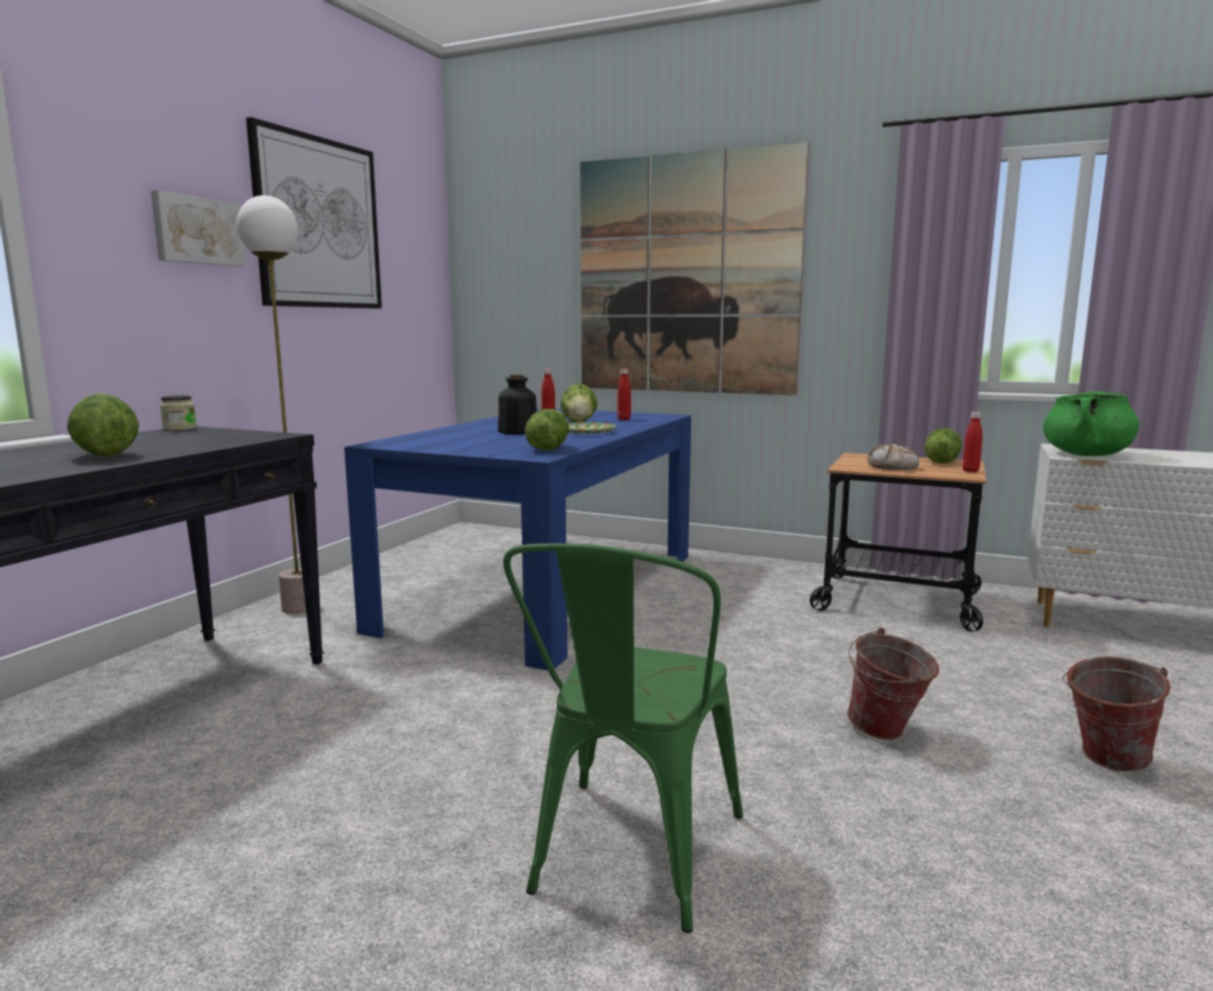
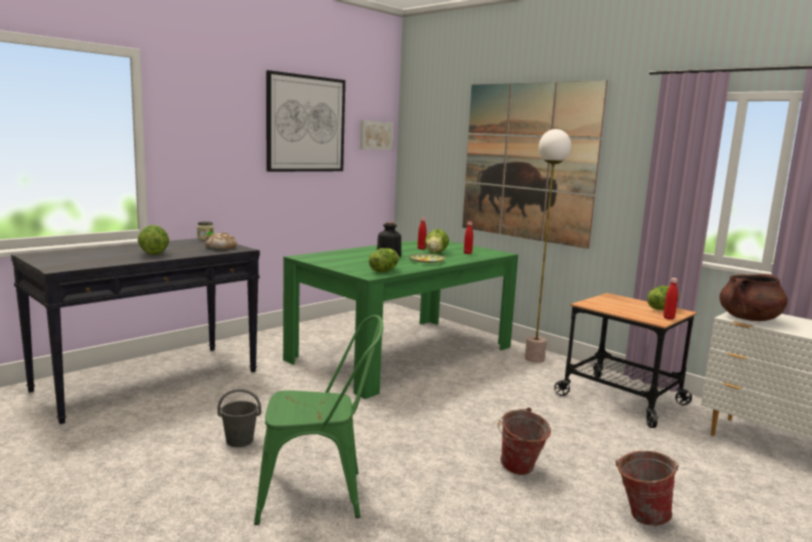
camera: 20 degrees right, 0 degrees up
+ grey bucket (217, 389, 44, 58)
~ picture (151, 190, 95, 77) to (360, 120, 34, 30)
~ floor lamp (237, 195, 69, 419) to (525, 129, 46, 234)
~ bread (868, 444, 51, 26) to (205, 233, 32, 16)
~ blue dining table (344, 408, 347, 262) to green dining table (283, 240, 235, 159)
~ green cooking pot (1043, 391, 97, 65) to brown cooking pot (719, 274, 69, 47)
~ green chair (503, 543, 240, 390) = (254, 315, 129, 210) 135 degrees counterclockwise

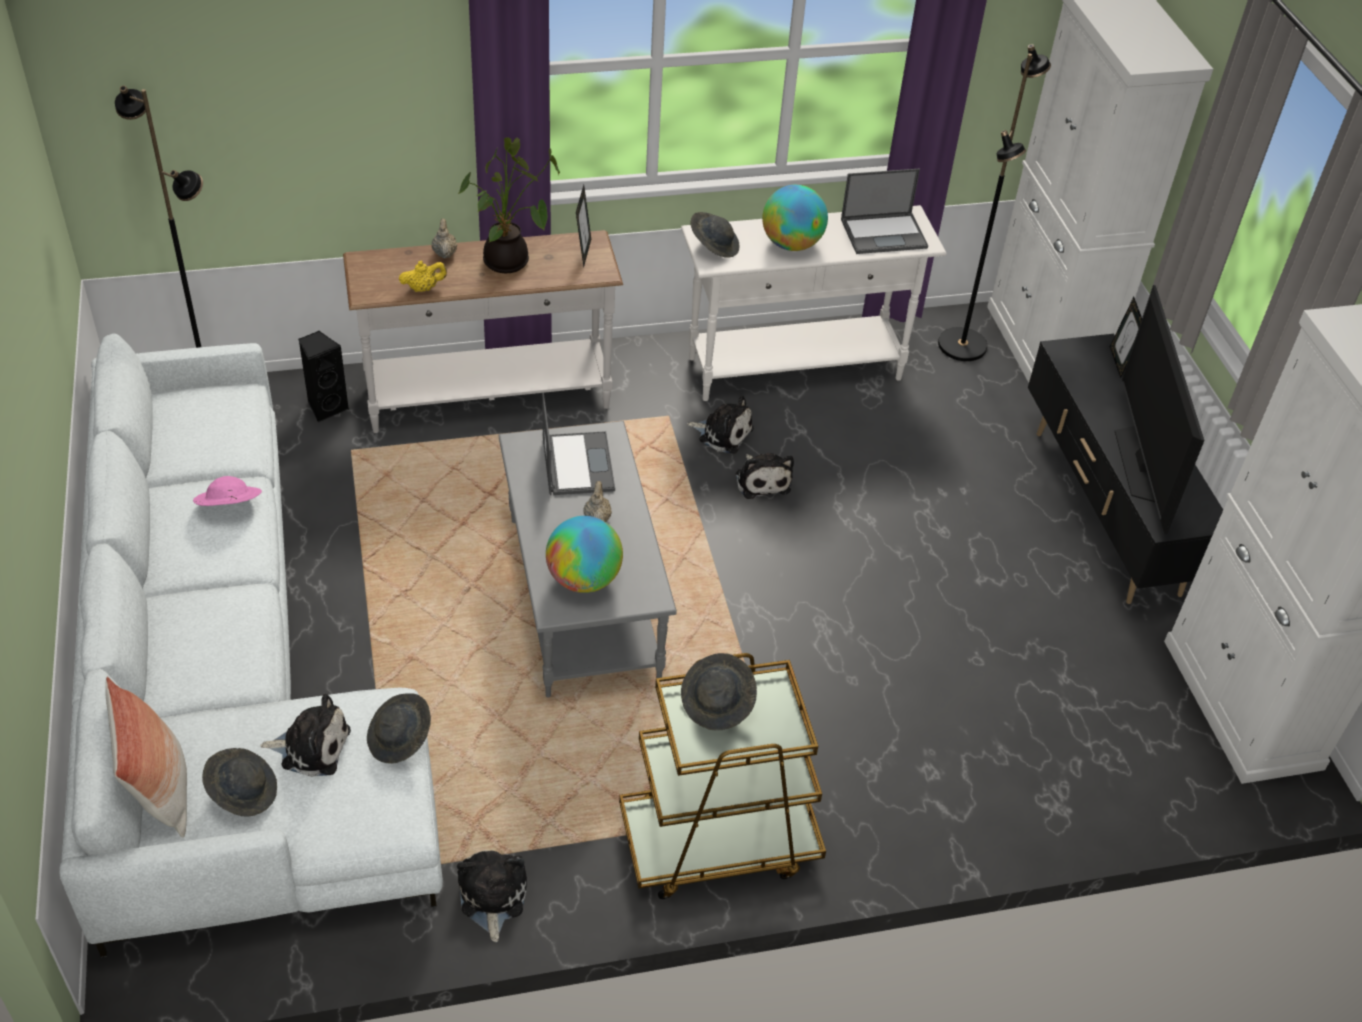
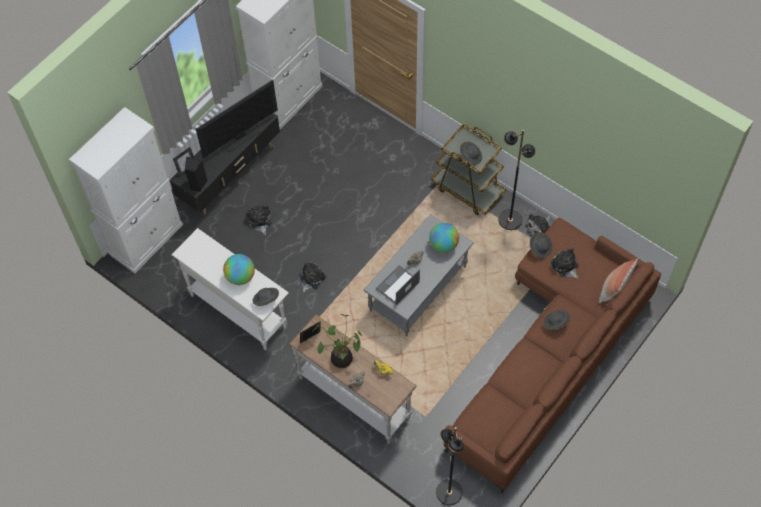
camera: 125 degrees left, 15 degrees up
- pink hat (193, 476, 69, 30)
- laptop (841, 169, 87, 85)
~ grey hat (202, 748, 75, 69) to (543, 310, 27, 20)
~ black speaker (298, 330, 51, 92) to (185, 156, 22, 36)
~ plush toy (687, 396, 66, 58) to (246, 205, 26, 30)
~ black floor lamp (938, 44, 113, 317) to (498, 130, 37, 100)
~ white sofa (59, 333, 384, 624) to brown sofa (444, 217, 217, 276)

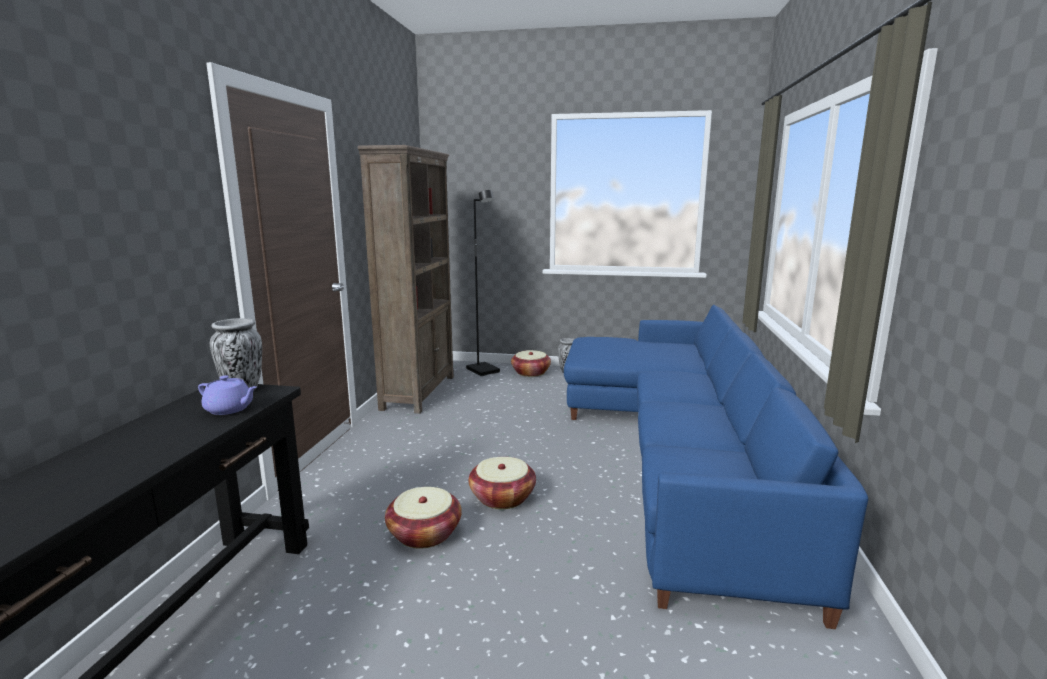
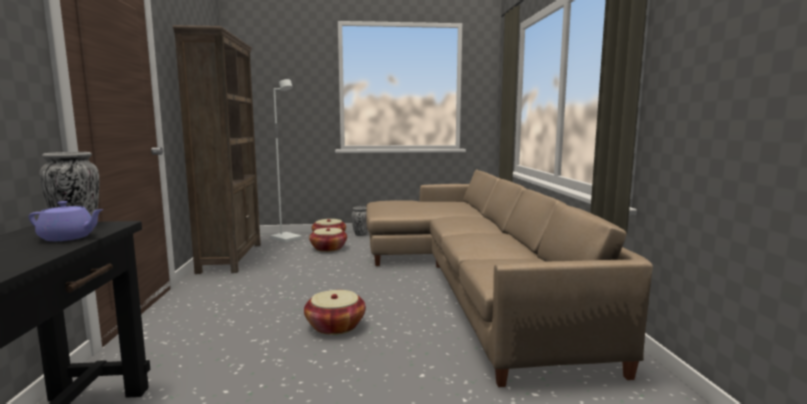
camera: 15 degrees left, 5 degrees down
~ basket (385, 487, 77, 62) to (309, 228, 38, 24)
~ black floor lamp (466, 190, 34, 186) to white floor lamp (270, 79, 32, 164)
~ blue sofa (564, 305, 304, 324) to beige sofa (366, 169, 287, 218)

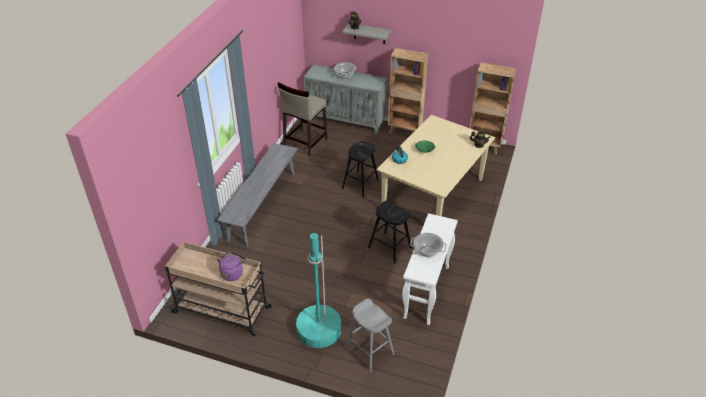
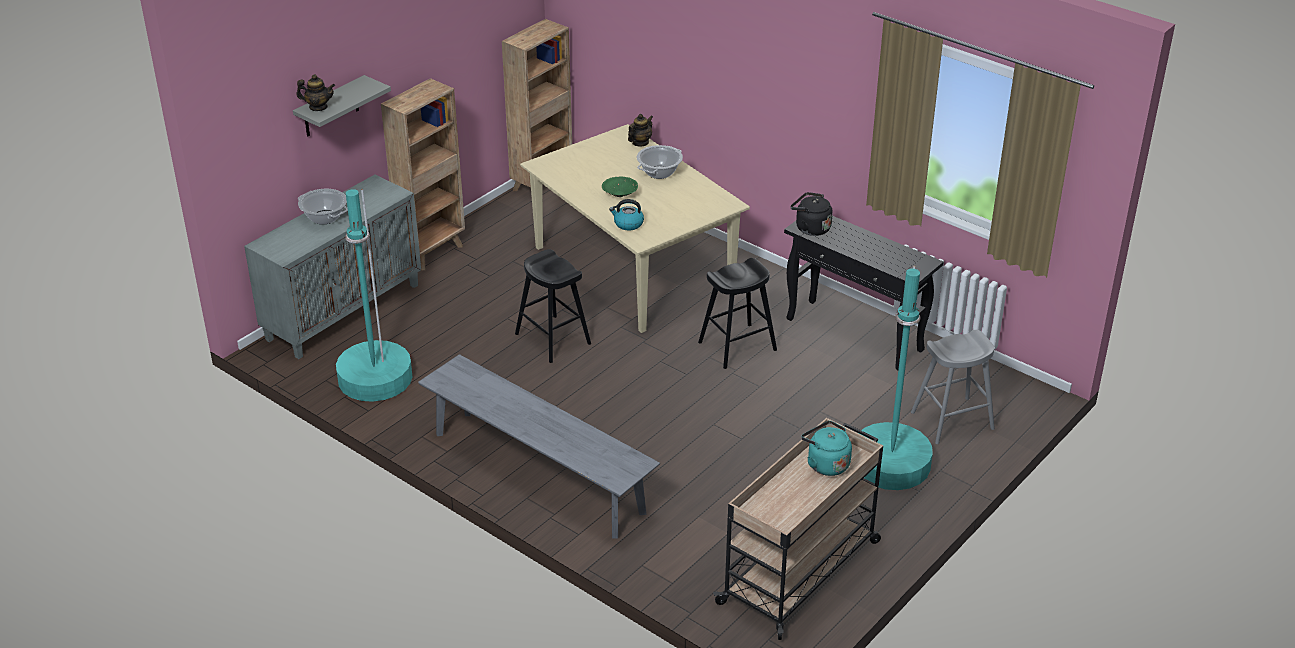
camera: 70 degrees left, 5 degrees down
+ black kettle (791, 192, 42, 44)
~ cooking pot (410, 233, 37, 24) to (637, 145, 46, 34)
~ beige stool (277, 82, 51, 75) to turquoise floor lamp (336, 189, 77, 213)
~ purple kettle (217, 251, 29, 30) to turquoise kettle (801, 421, 51, 55)
~ white console table (402, 213, 56, 112) to black console table (784, 216, 159, 154)

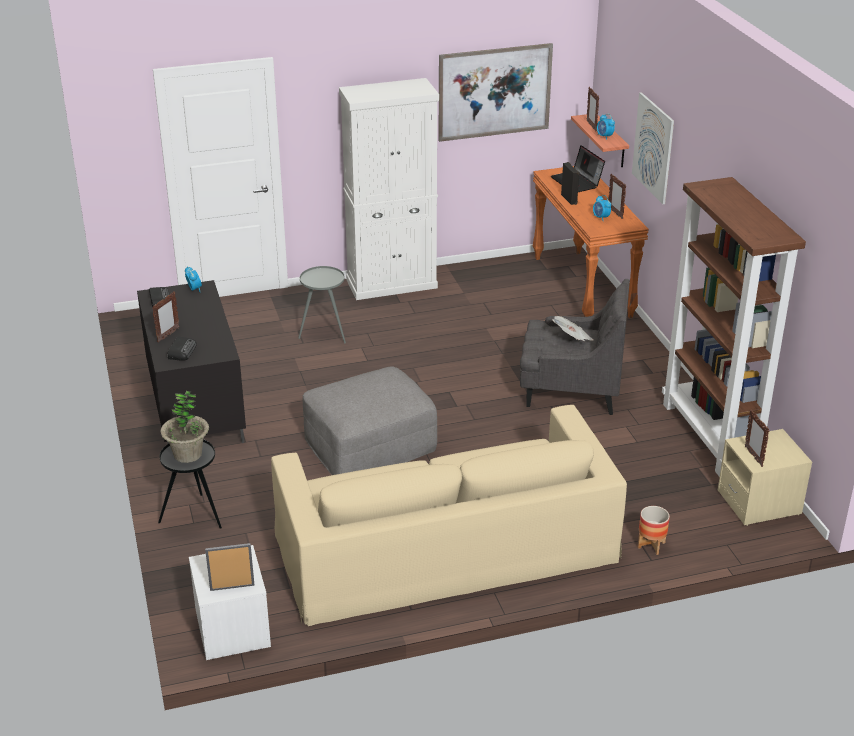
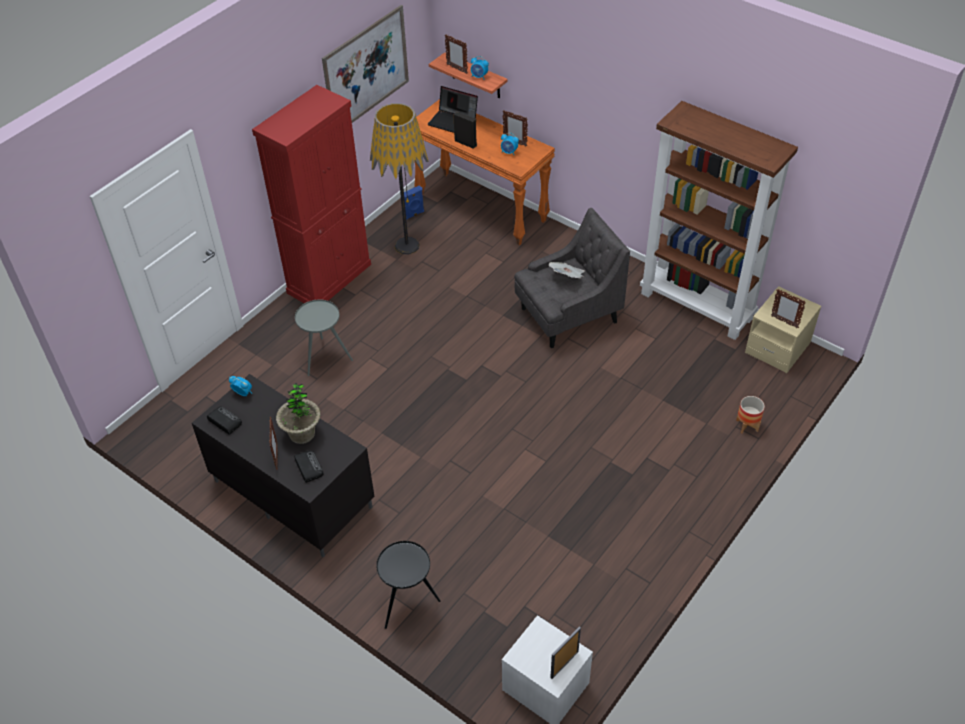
camera: 35 degrees left, 15 degrees up
- beige sofa (271, 405, 356, 221)
- grey ottoman (303, 366, 134, 109)
- picture (632, 92, 42, 112)
+ floor lamp (370, 103, 59, 151)
+ blue speaker (404, 185, 20, 35)
~ potted plant (160, 391, 49, 72) to (276, 383, 44, 61)
~ white cabinet (339, 78, 100, 222) to red cabinet (252, 85, 119, 218)

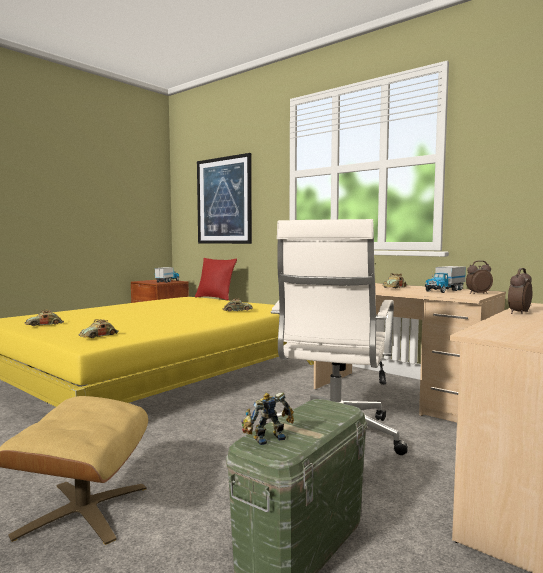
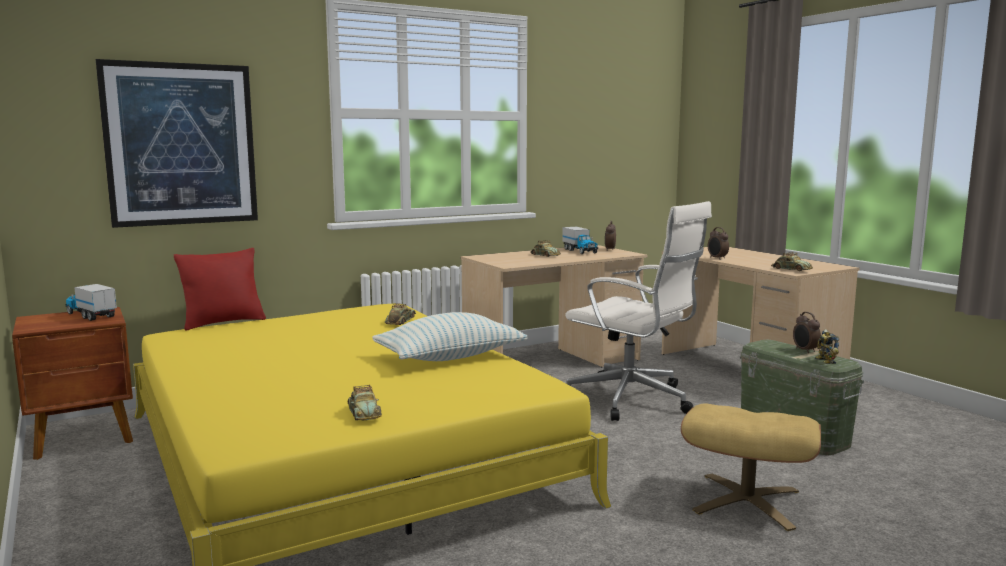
camera: 70 degrees left, 5 degrees up
+ pillow (372, 312, 155, 49)
+ alarm clock (793, 312, 28, 41)
~ toy car (78, 319, 41, 19) to (771, 252, 42, 19)

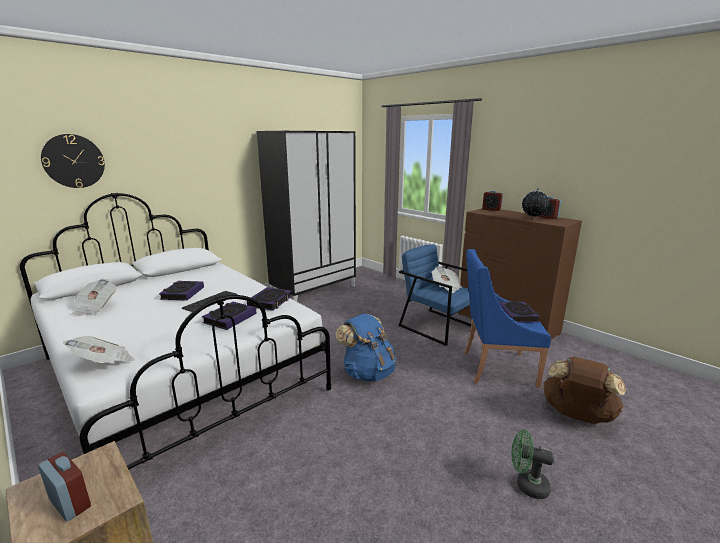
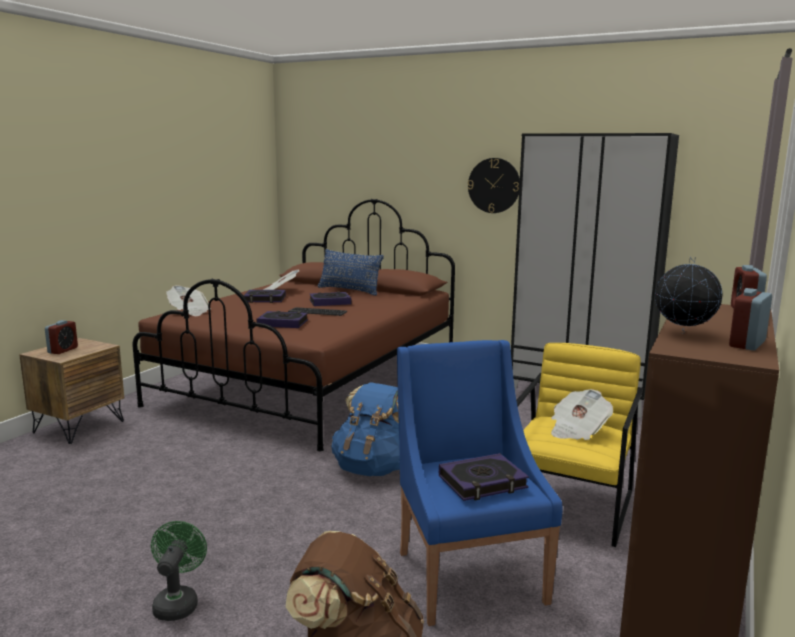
camera: 70 degrees right, 5 degrees down
+ blue pillow (318, 249, 66, 47)
~ wall clock (41, 134, 64, 54) to (468, 158, 52, 55)
~ book (247, 287, 45, 24) to (244, 290, 42, 13)
~ white bed (20, 193, 311, 277) to brown bed (132, 199, 323, 252)
~ blue armchair (398, 244, 73, 102) to yellow armchair (516, 343, 127, 204)

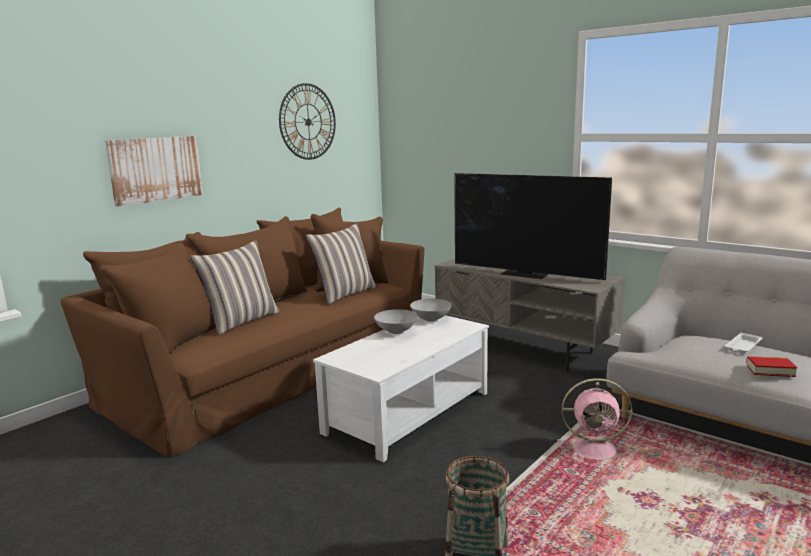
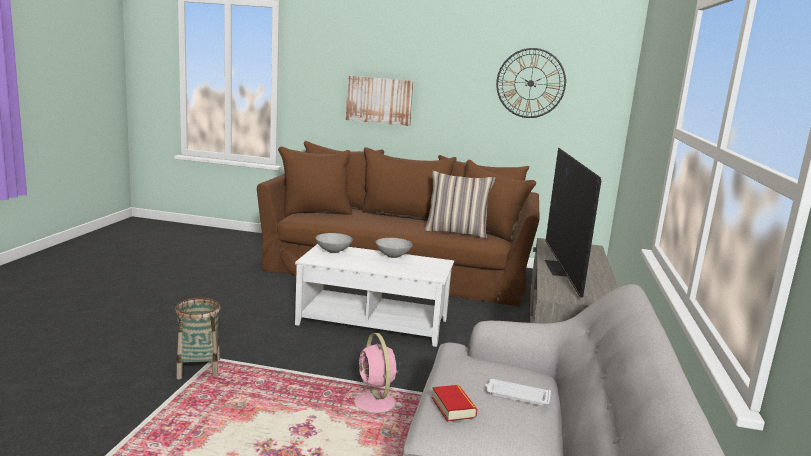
camera: 60 degrees right, 0 degrees up
- pillow (190, 240, 90, 95)
~ grey bowl (410, 299, 42, 23) to (316, 233, 37, 20)

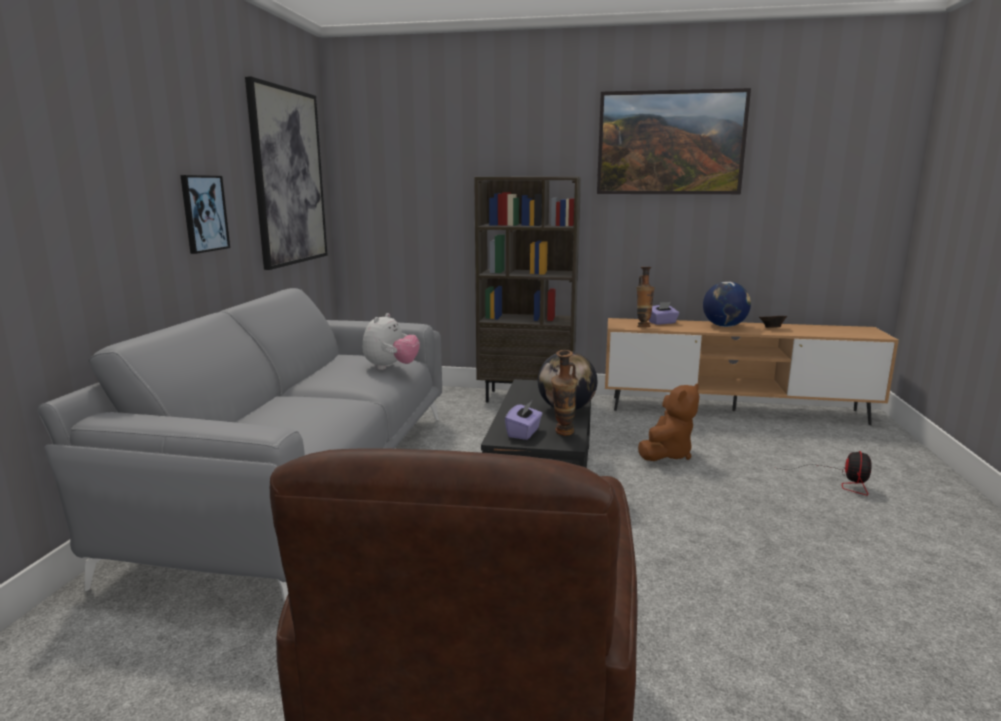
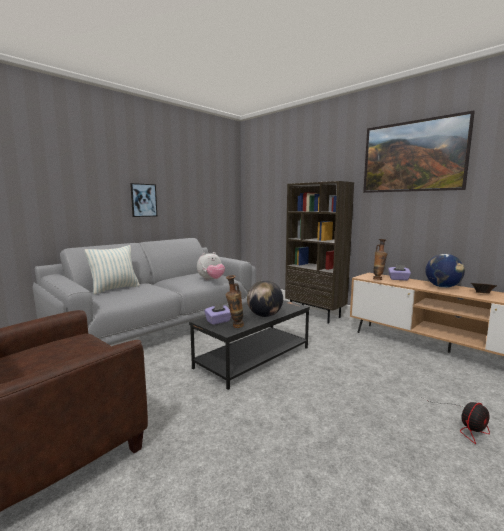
camera: 35 degrees right, 5 degrees down
- picture (245, 76, 83, 194)
- brown plush toy (638, 383, 62, 78)
+ pillow (84, 245, 56, 49)

